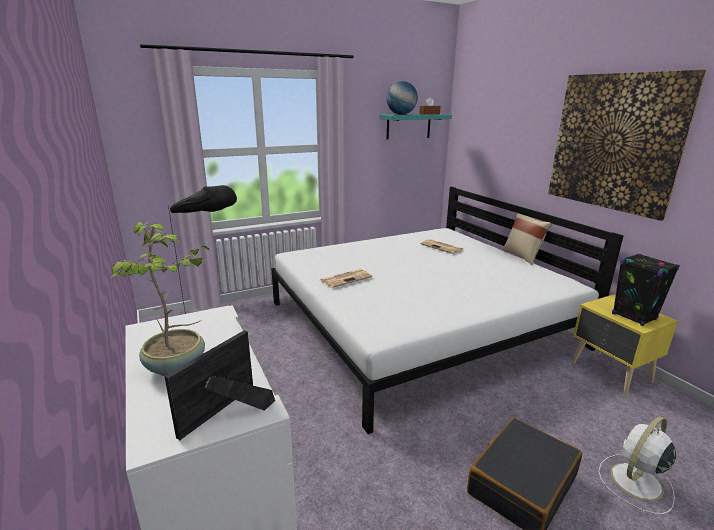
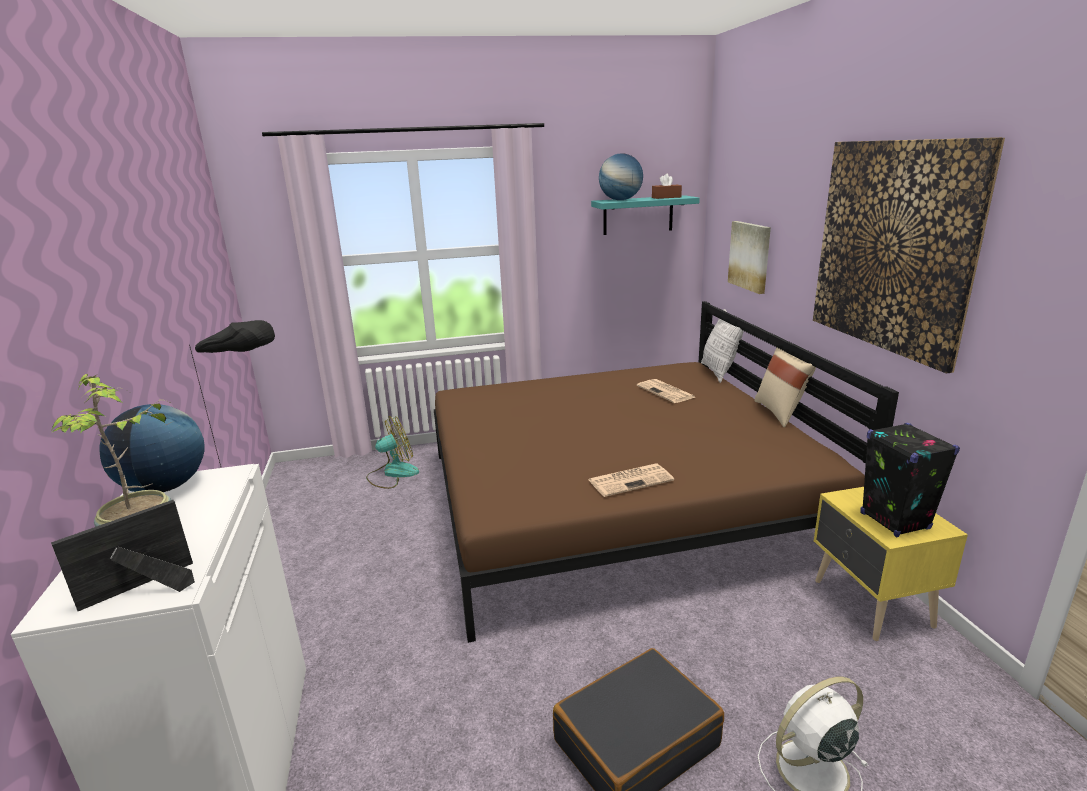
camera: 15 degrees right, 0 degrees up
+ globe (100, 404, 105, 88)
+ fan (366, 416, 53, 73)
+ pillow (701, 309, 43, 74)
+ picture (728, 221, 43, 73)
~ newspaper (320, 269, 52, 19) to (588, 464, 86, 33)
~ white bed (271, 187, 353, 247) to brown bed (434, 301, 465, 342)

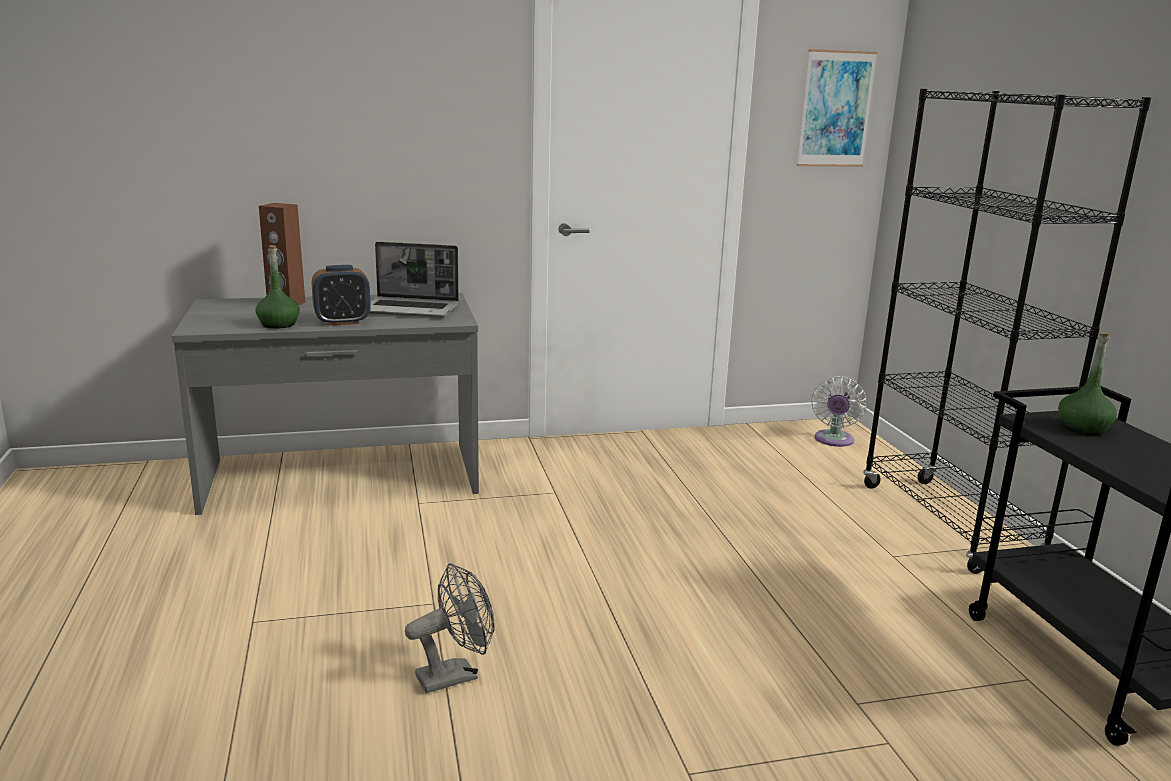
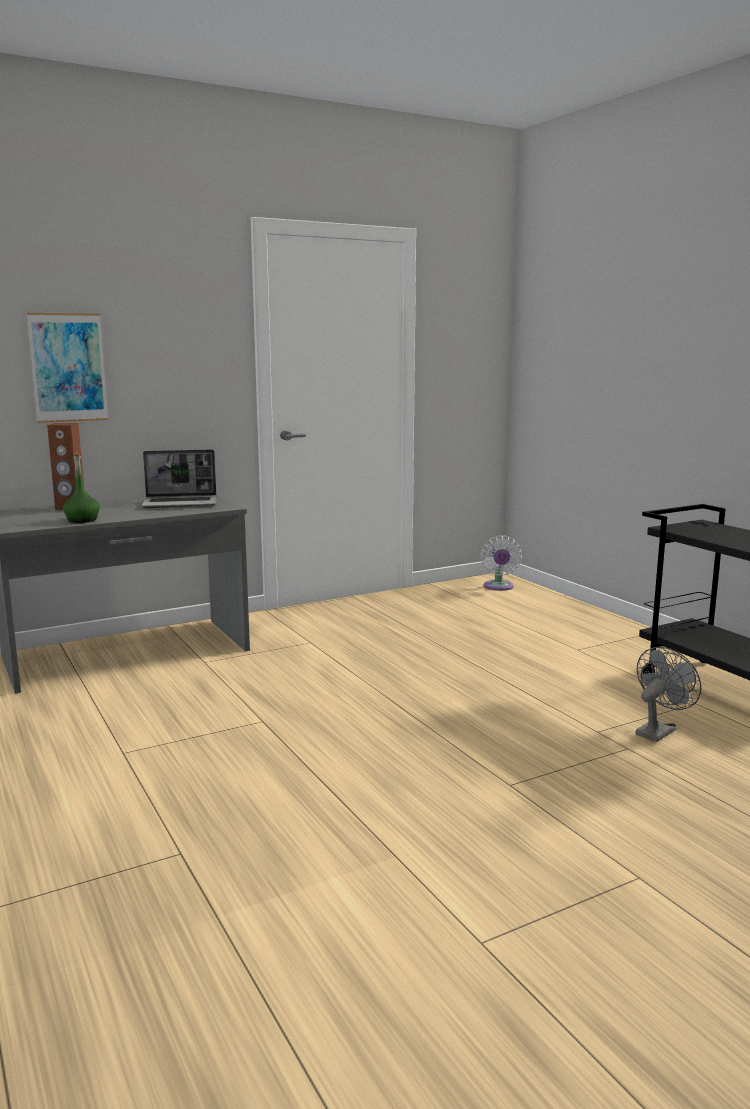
camera: 15 degrees left, 5 degrees down
- alarm clock (312, 265, 59, 61)
- black bookcase (863, 89, 288, 485)
- green bottle (1058, 333, 59, 102)
~ grey fan (405, 563, 90, 131) to (636, 647, 65, 95)
~ picture (797, 49, 80, 118) to (26, 313, 83, 110)

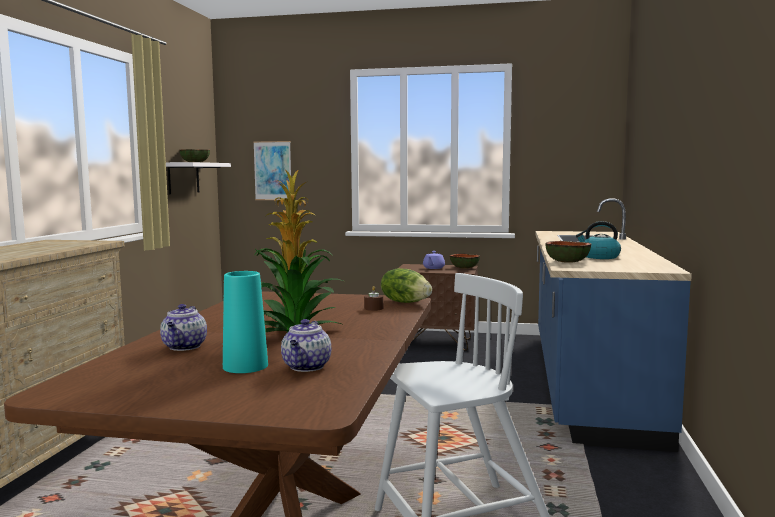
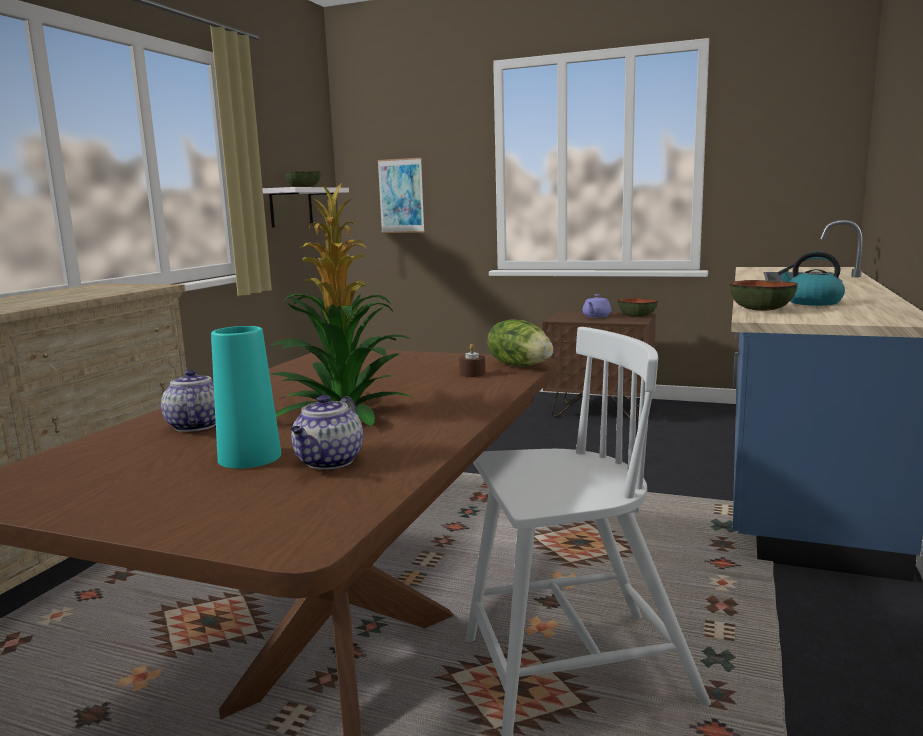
camera: 10 degrees right, 5 degrees up
~ teapot (160, 304, 47, 47) = (161, 369, 55, 63) 150 degrees clockwise

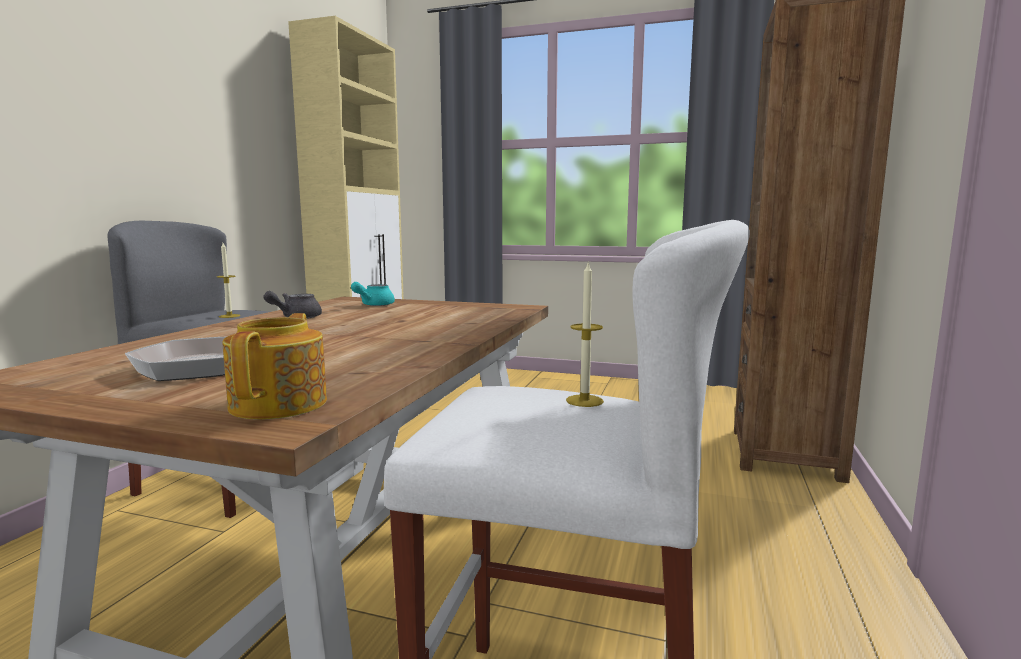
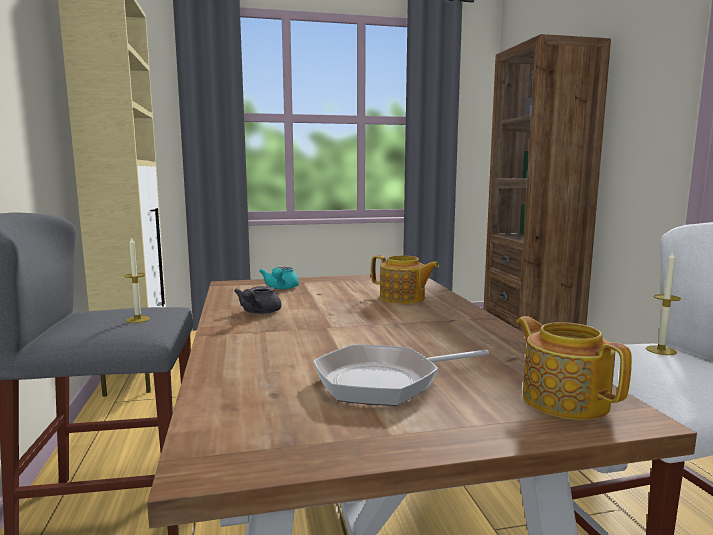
camera: 30 degrees left, 0 degrees up
+ teapot (371, 255, 68, 49)

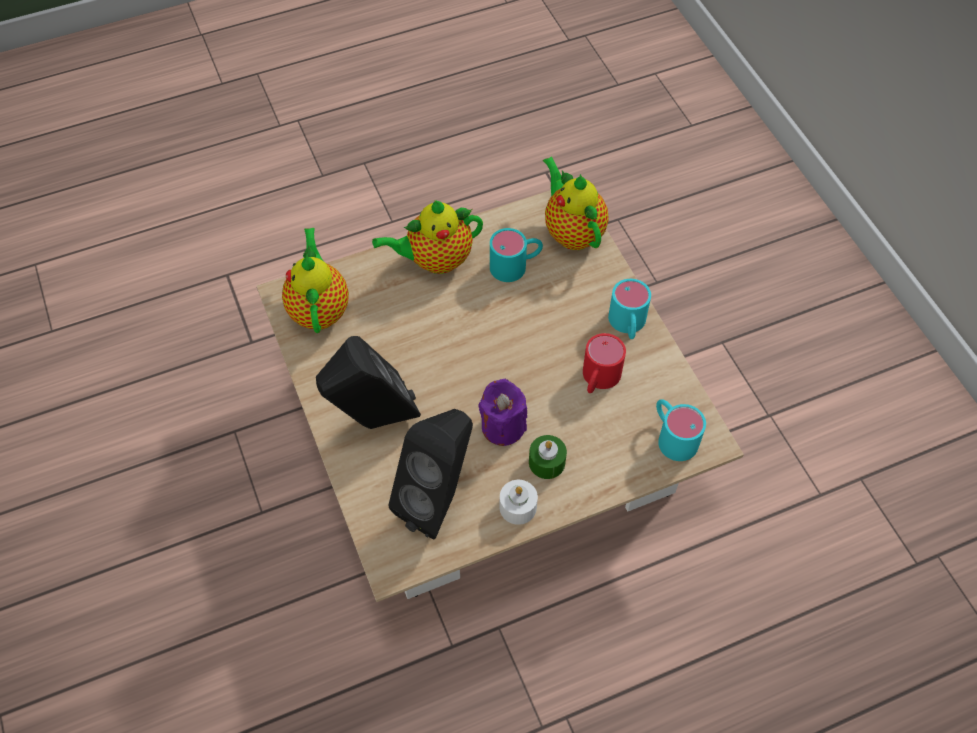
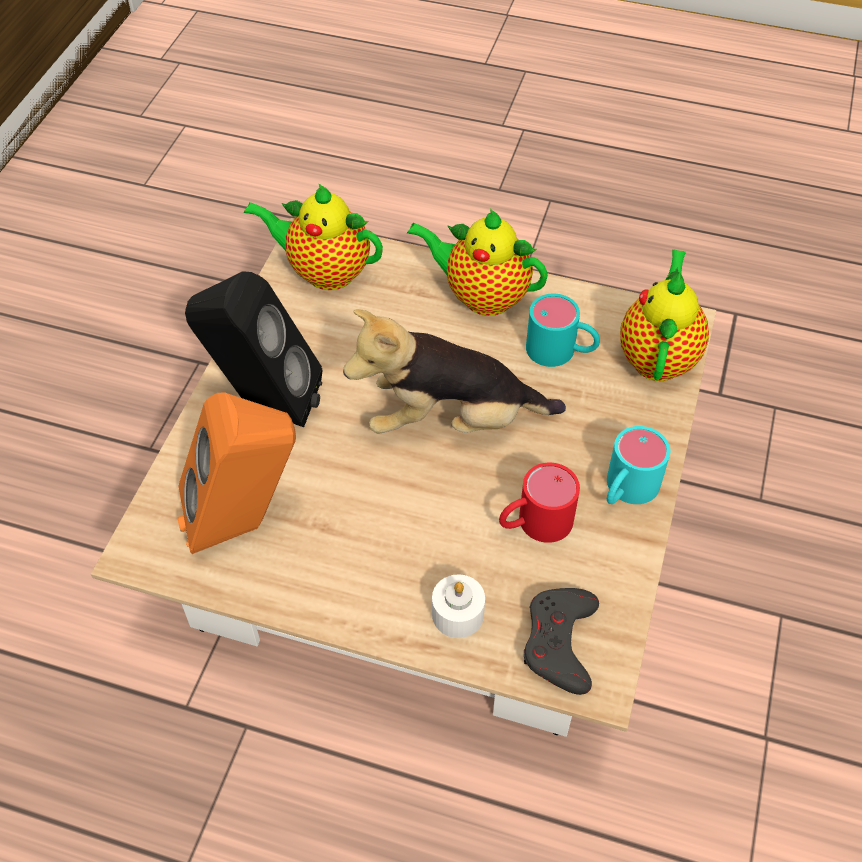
camera: 40 degrees right, 5 degrees down
- purple candle (478, 379, 49, 67)
- green candle (529, 435, 38, 44)
+ plush toy (343, 309, 223, 125)
~ white candle (499, 480, 39, 45) to (432, 574, 53, 64)
~ turquoise mug (656, 399, 50, 62) to grey game controller (524, 588, 75, 107)
~ black speaker (389, 409, 84, 131) to orange speaker (178, 392, 118, 162)
~ teapot (282, 228, 67, 105) = (244, 183, 139, 107) 105 degrees counterclockwise

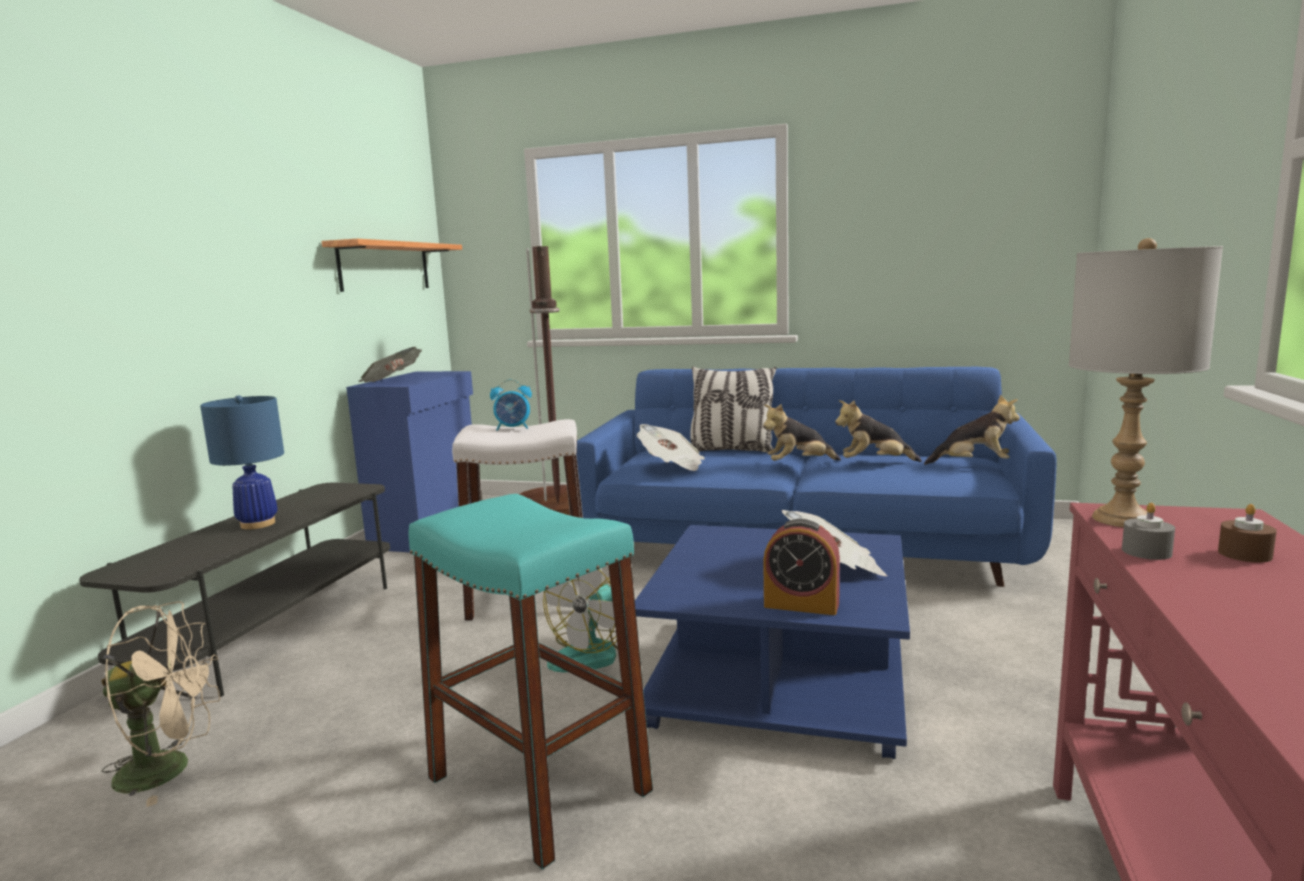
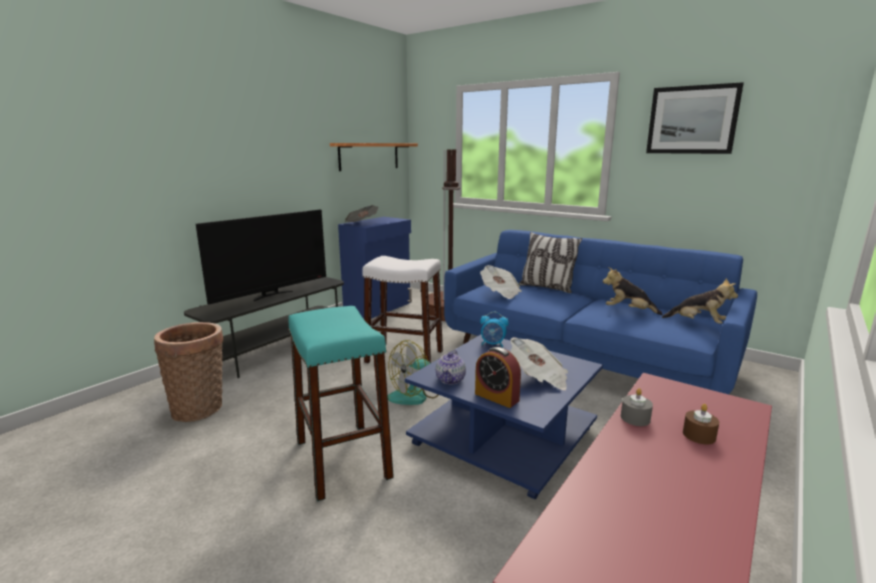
camera: 20 degrees right, 5 degrees up
- plush toy (763, 404, 78, 57)
- grey table lamp (1069, 238, 154, 289)
+ teapot (436, 350, 30, 34)
+ picture (646, 82, 98, 72)
~ alarm clock (490, 379, 42, 52) to (480, 312, 29, 35)
~ beige fan (101, 601, 119, 206) to basket (154, 322, 70, 100)
~ blue table lamp (200, 395, 84, 135) to television (196, 210, 130, 94)

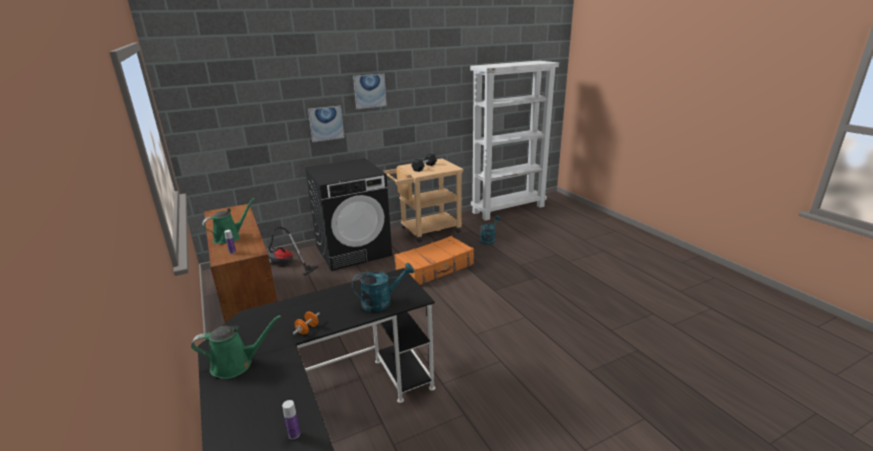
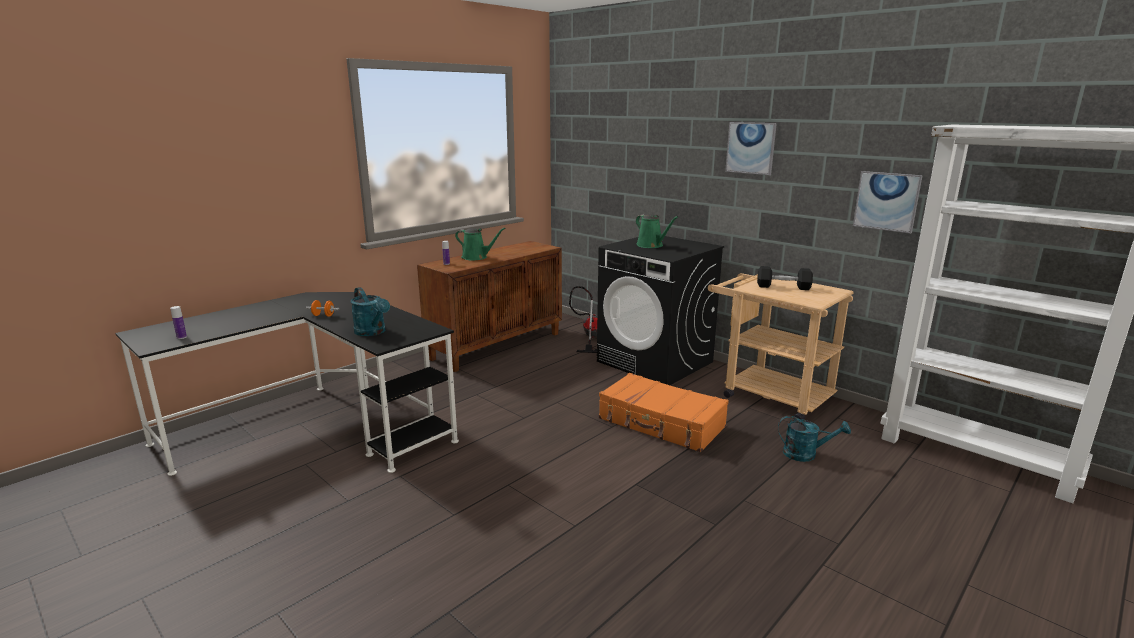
camera: 70 degrees right, 5 degrees down
~ green watering can (191, 315, 90, 64) to (636, 214, 42, 34)
~ picture (308, 106, 37, 36) to (853, 171, 70, 62)

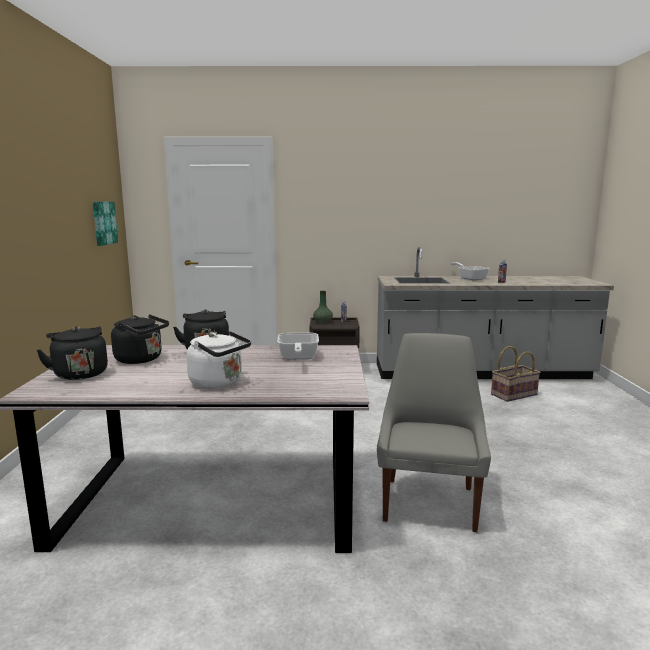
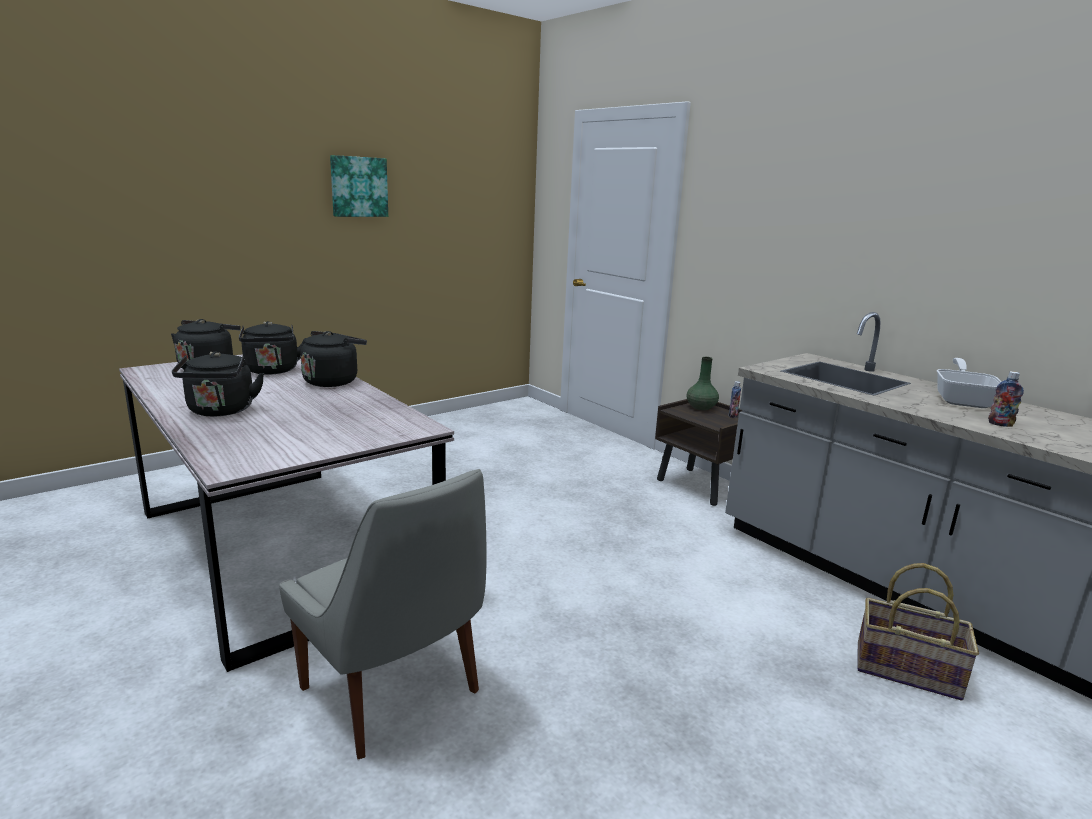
camera: 50 degrees right, 5 degrees up
- frying pan (277, 333, 42, 27)
~ picture (93, 202, 25, 44) to (330, 155, 58, 62)
~ white kettle (187, 331, 64, 58) to black kettle (172, 351, 92, 65)
~ grey chair (377, 333, 114, 199) = (279, 469, 208, 290) 75 degrees clockwise

